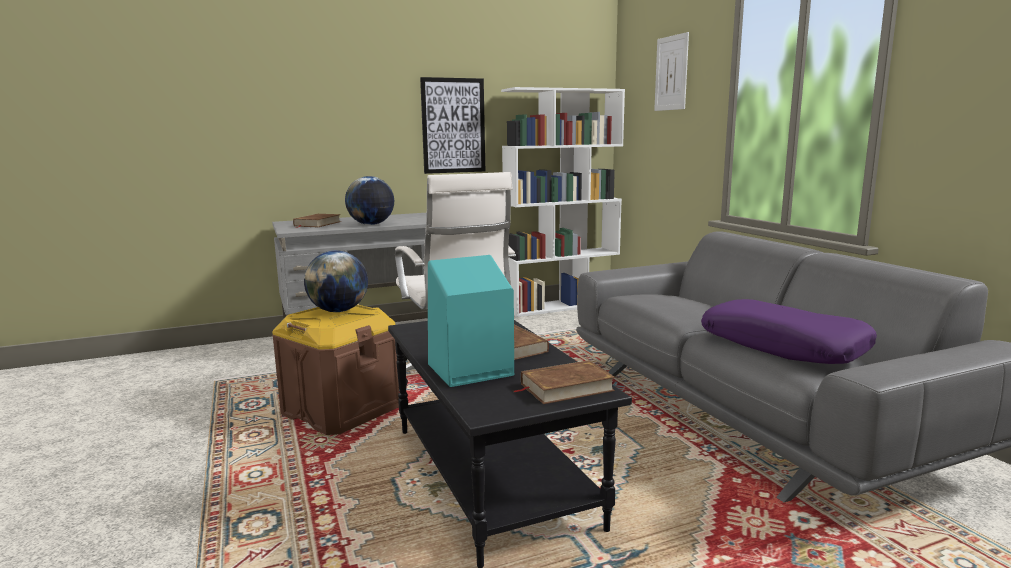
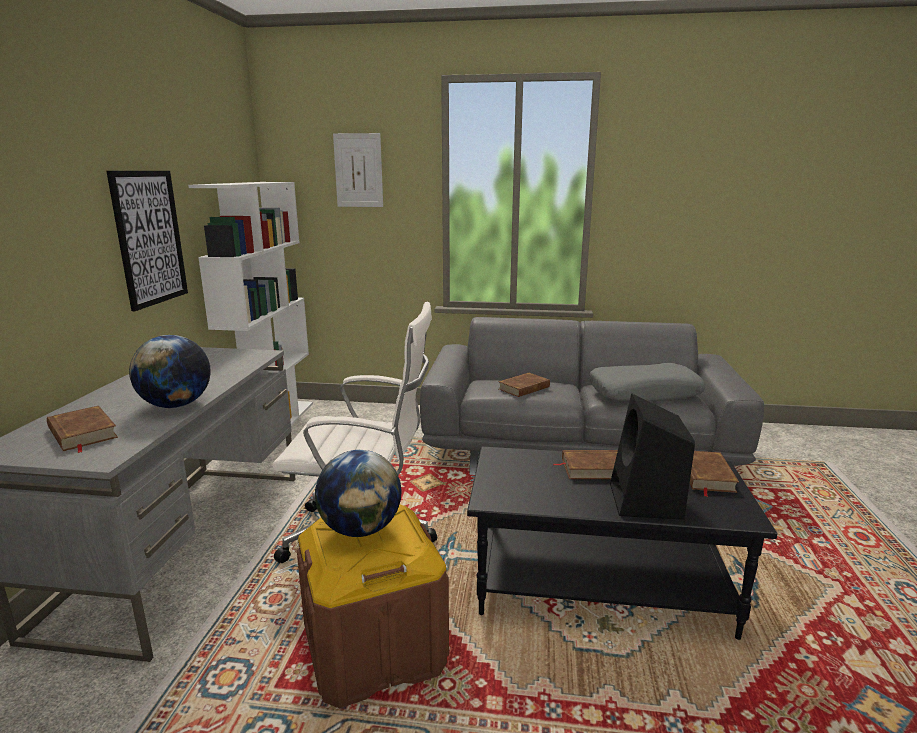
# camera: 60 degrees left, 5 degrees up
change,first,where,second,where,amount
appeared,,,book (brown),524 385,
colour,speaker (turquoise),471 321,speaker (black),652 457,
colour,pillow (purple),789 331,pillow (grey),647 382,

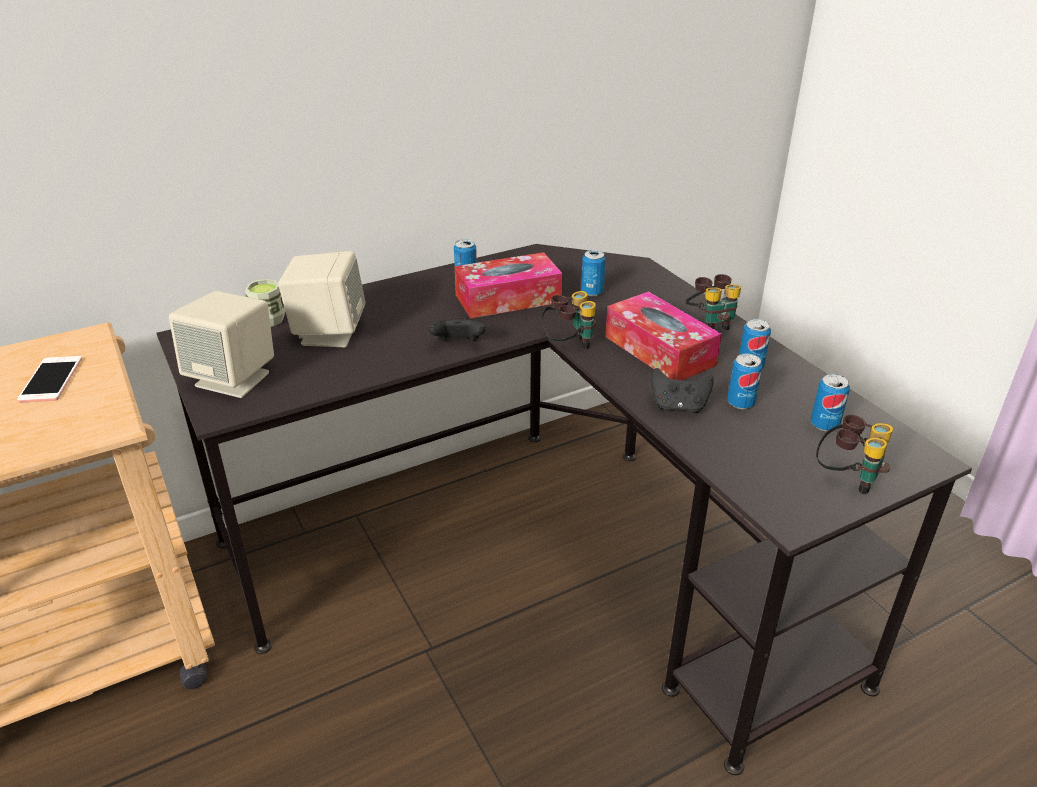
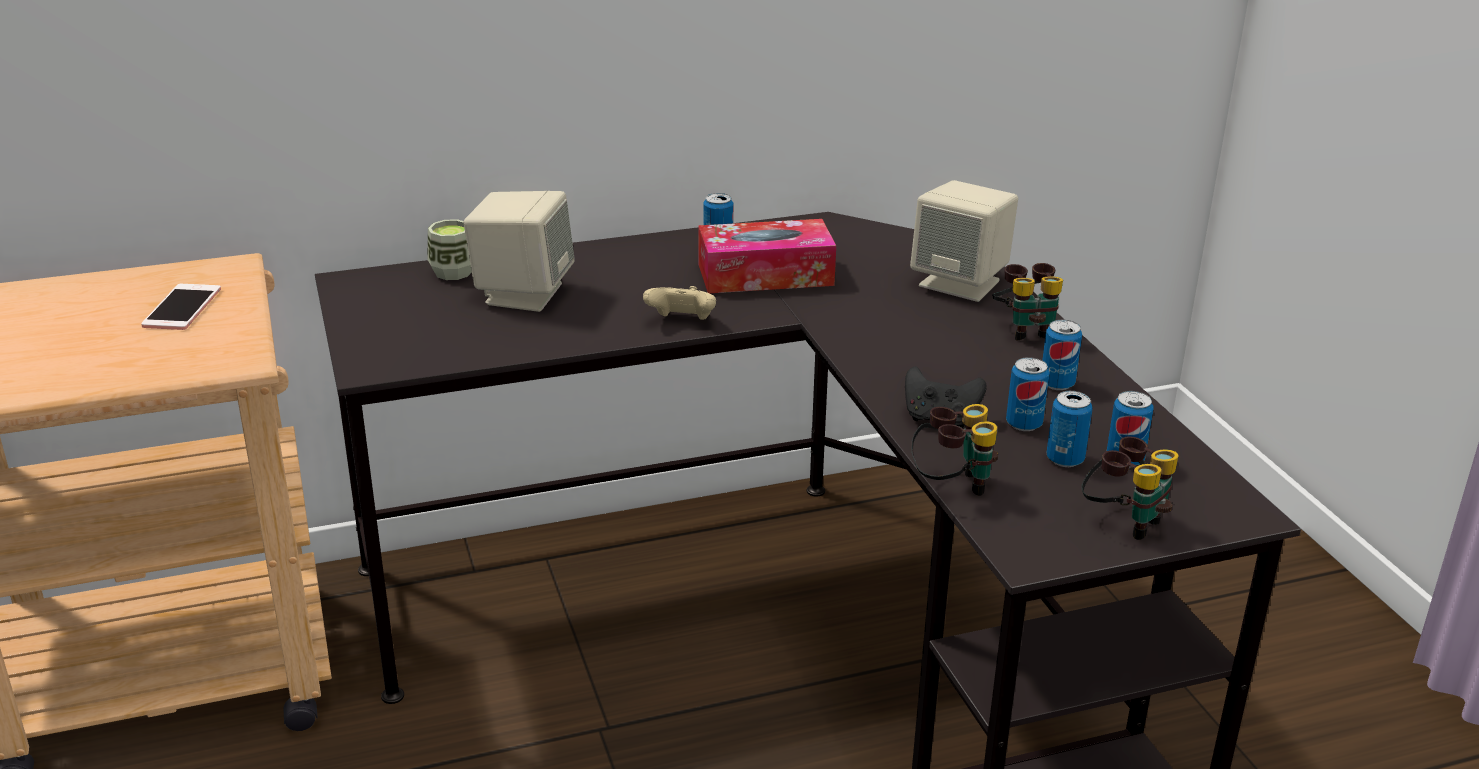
# camera: 10 degrees right, 5 degrees down
change,first,where,second,where,amount
missing,tissue box,663 336,,,
relocated,speaker (beige),221 344,,964 241,
relocated,binoculars,568 320,,954 450,
relocated,can,593 273,,1069 429,
colour,game controller (black),457 329,game controller (beige),679 303,

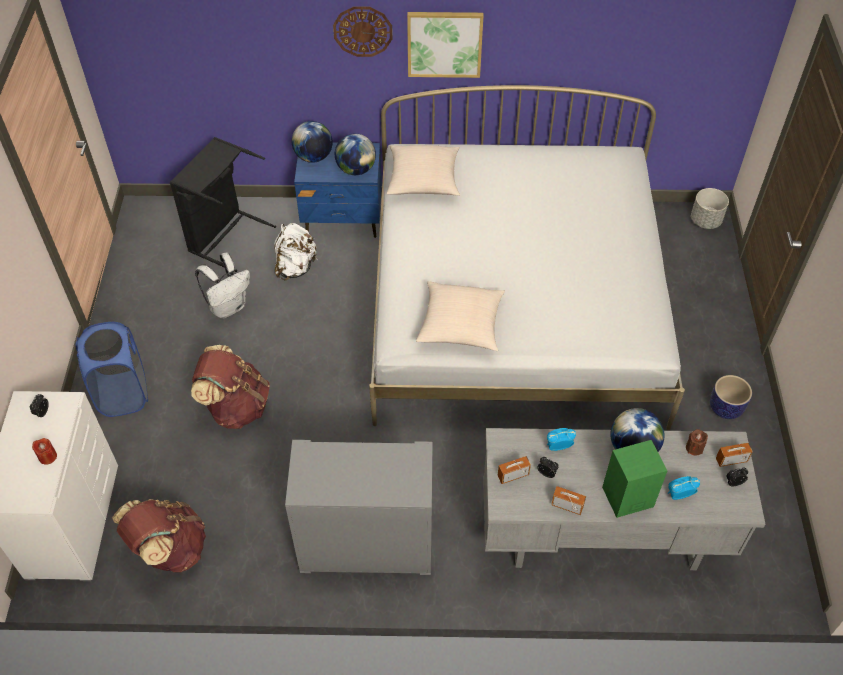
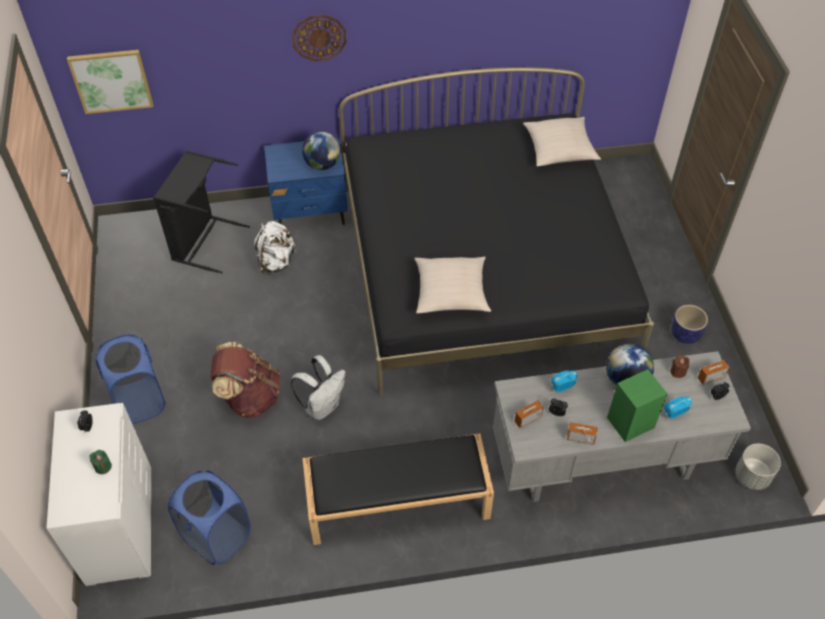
# camera: 10 degrees left, 0 degrees up
change,first,where,second,where,amount
missing,globe,312 142,,,
relocated,backpack (white),222 286,,318 387,
relocated,pillow (beige),423 170,,562 141,
relocated,picture,445 45,,110 82,
relocated,planter (grey),710 208,,758 467,
exchanged,backpack (brown),159 536,laundry basket (blue),209 517,
exchanged,dresser (grey),359 507,bench (black),398 489,
colour,candle (red),44 451,candle (green),101 462,
colour,bed (white),527 257,bed (black),496 231,

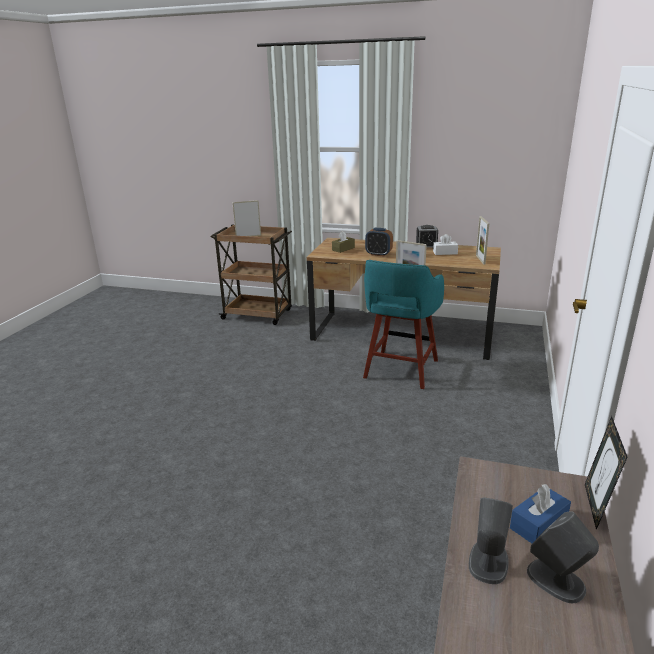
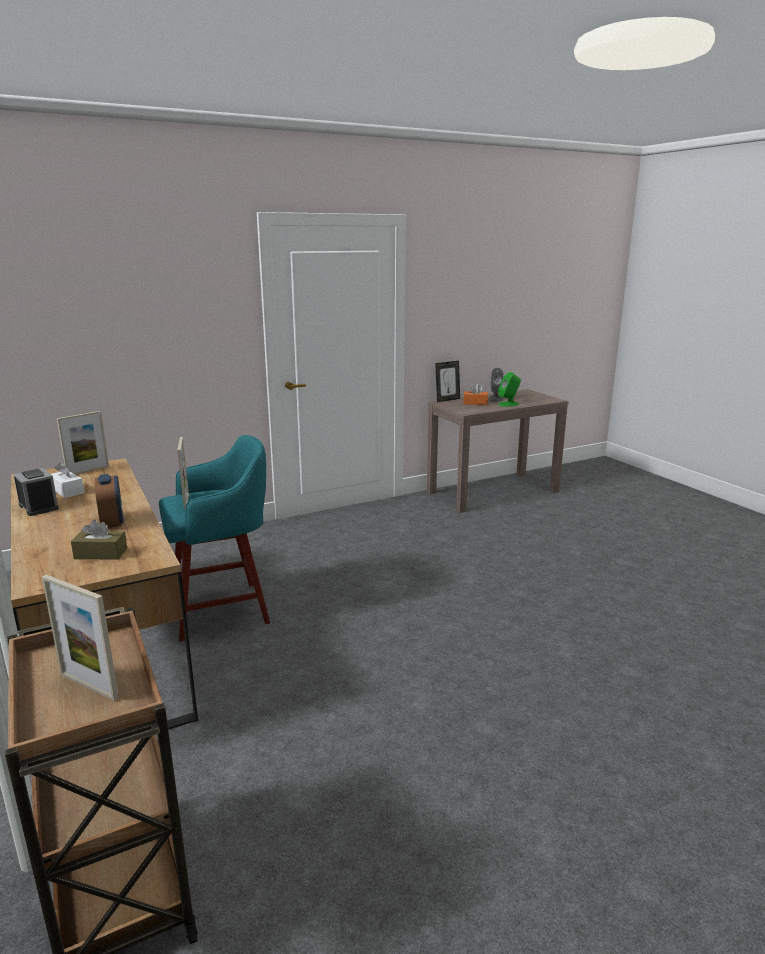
# camera: 135 degrees left, 5 degrees down
change,first,where,second,where,amount
colour,speaker (grey),491 541,speaker (green),509 389,
colour,tissue box (blue),540 513,tissue box (orange),475 394,

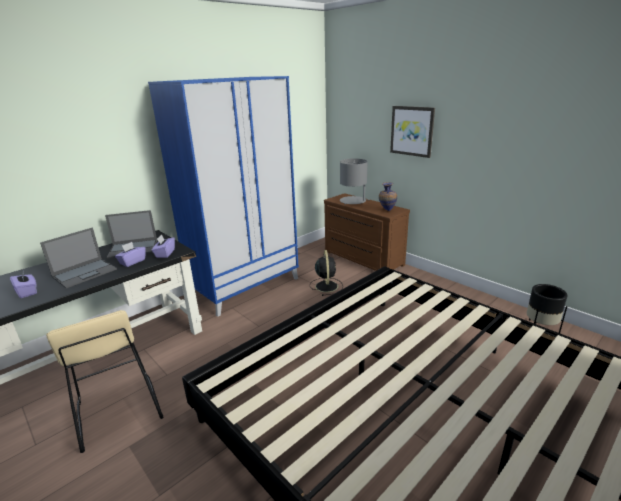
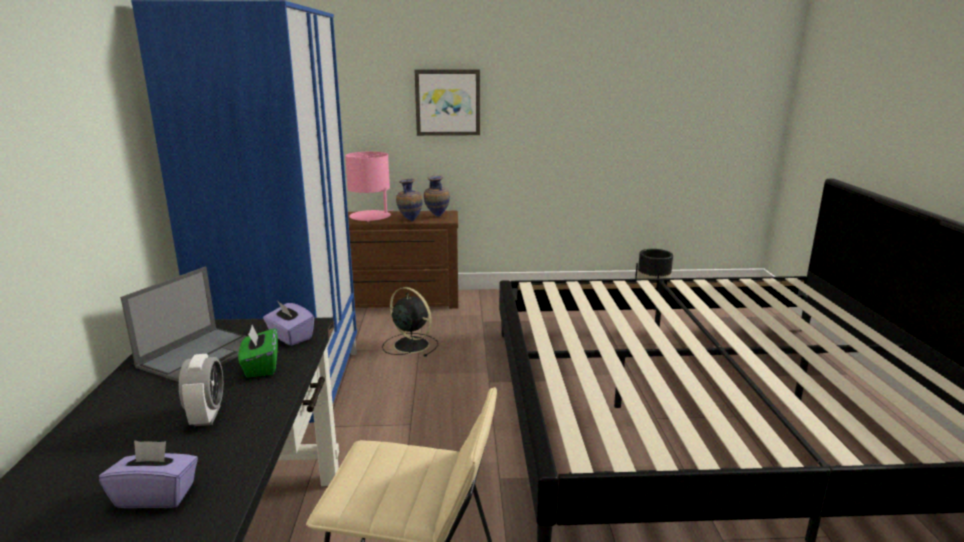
# camera: 50 degrees left, 5 degrees down
change,first,where,second,where,amount
appeared,,,vase,409 200,
exchanged,laptop,78 257,alarm clock,201 390,
colour,tissue box (purple),130 254,tissue box (green),258 351,
colour,table lamp (grey),354 181,table lamp (pink),369 187,

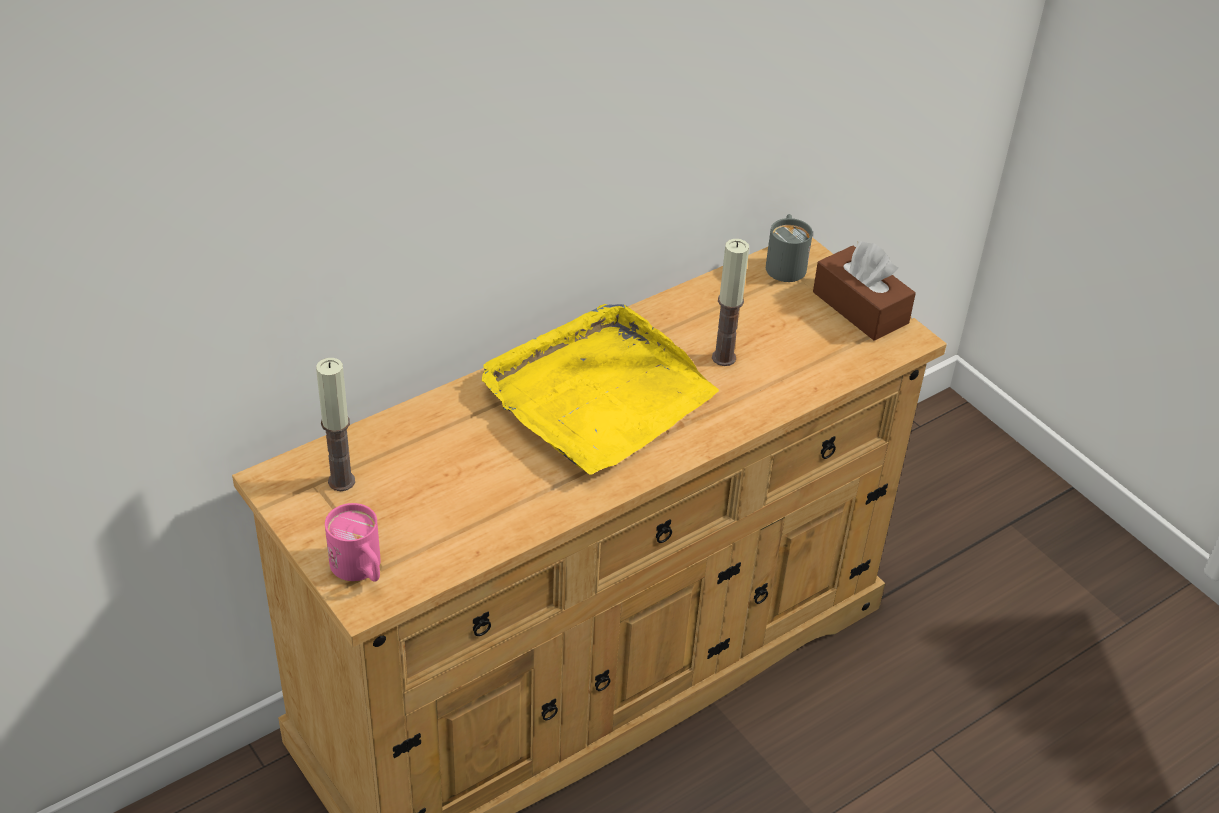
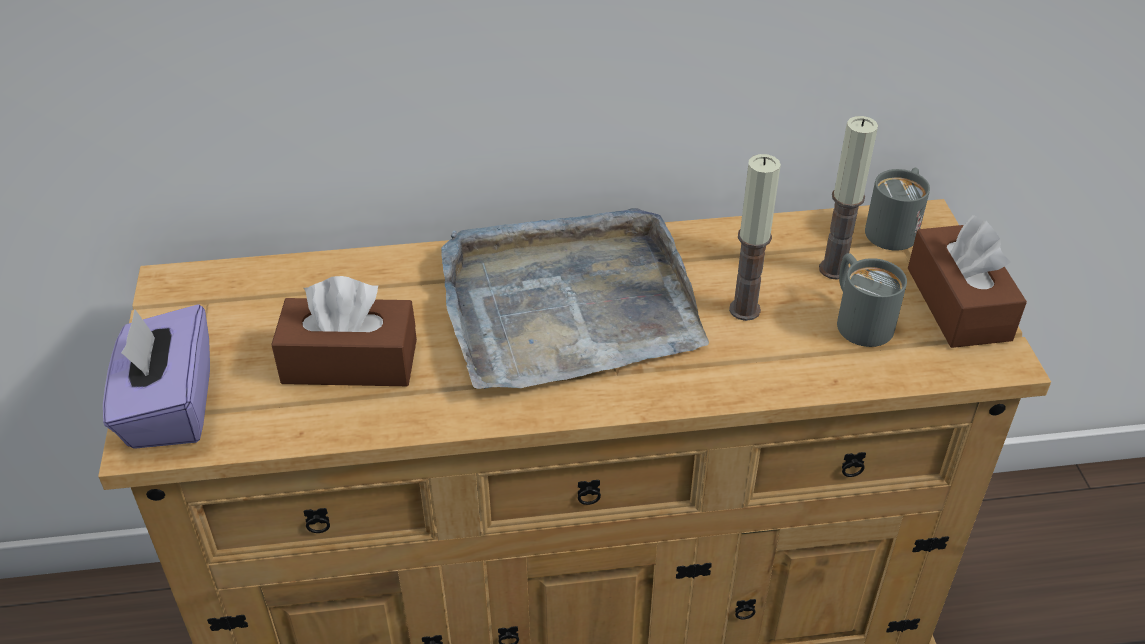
# camera: 30 degrees right, 0 degrees up
change,first,where,second,where,amount
appeared,,,tissue box (brown),344 331,
appeared,,,mug (grey),872 300,
relocated,candle,335 424,,848 198,
exchanged,mug (pink),353 542,tissue box (purple),156 376,
colour,tray (yellow),600 389,tray (grey),575 298,

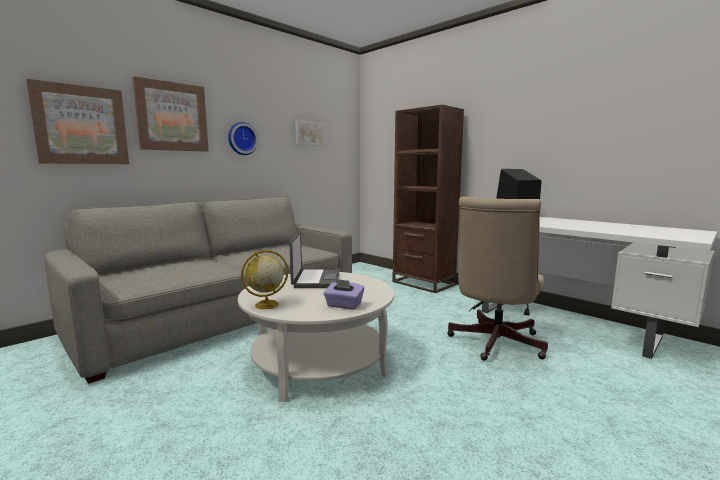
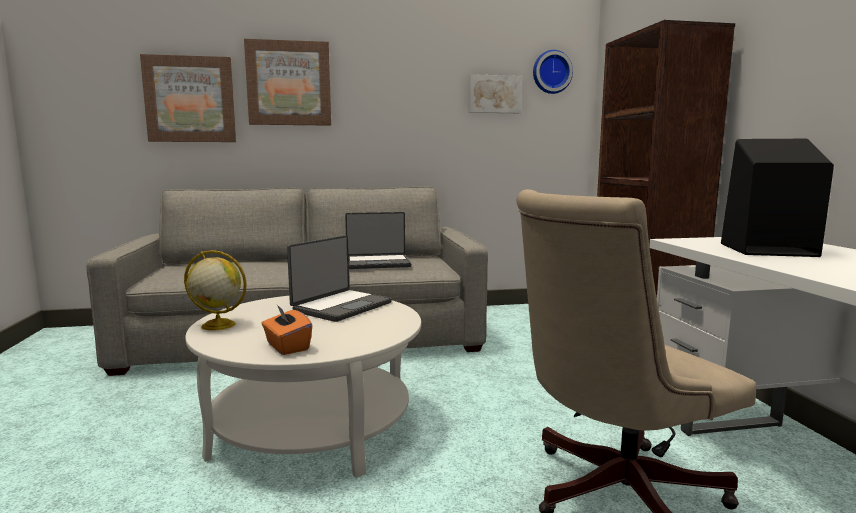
# camera: 35 degrees right, 0 degrees up
change,first,where,second,where,amount
appeared,,,laptop,378 240,
relocated,wall clock,243 138,,553 72,
colour,tissue box (purple),344 294,tissue box (orange),287 330,

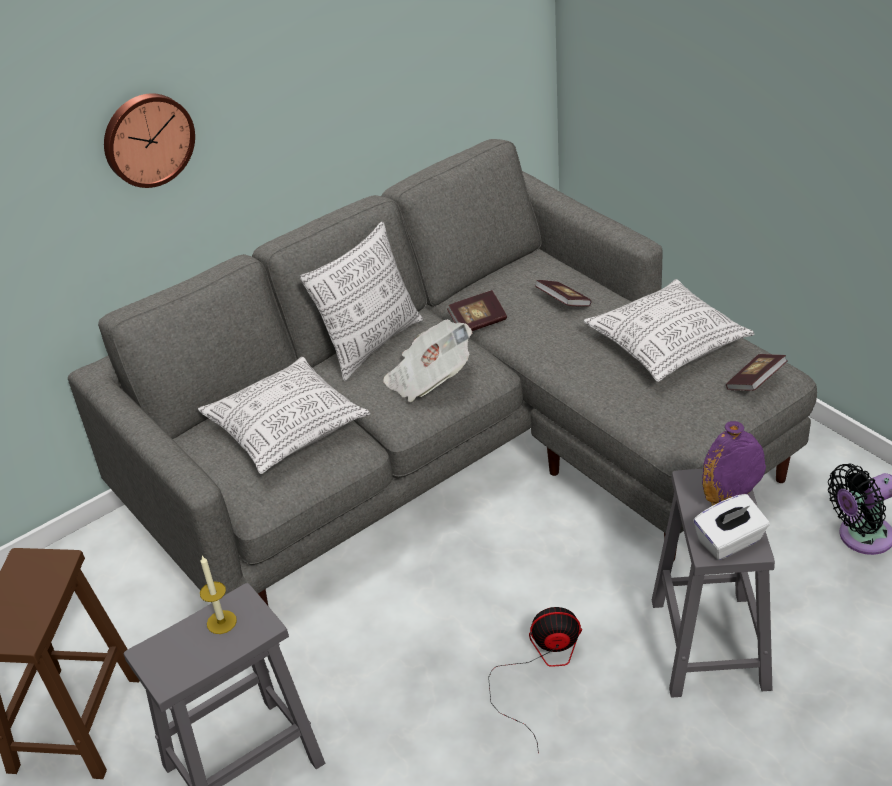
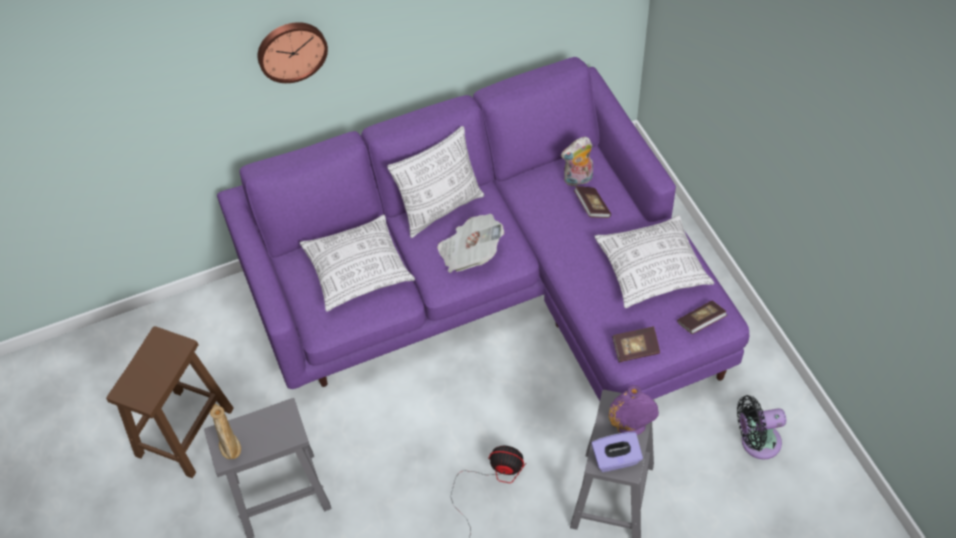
# camera: 15 degrees right, 15 degrees up
change,first,where,second,where,amount
missing,candle,218 595,,,
appeared,,,vase (beige),225 431,
appeared,,,plush toy,577 161,
relocated,book,477 310,,636 344,
colour,sofa (grey),442 372,sofa (purple),483 229,
colour,tissue box (white),732 527,tissue box (purple),617 452,

